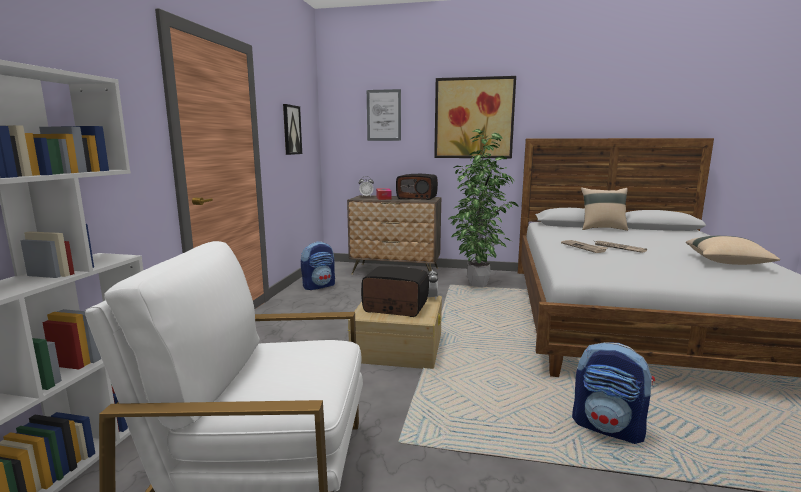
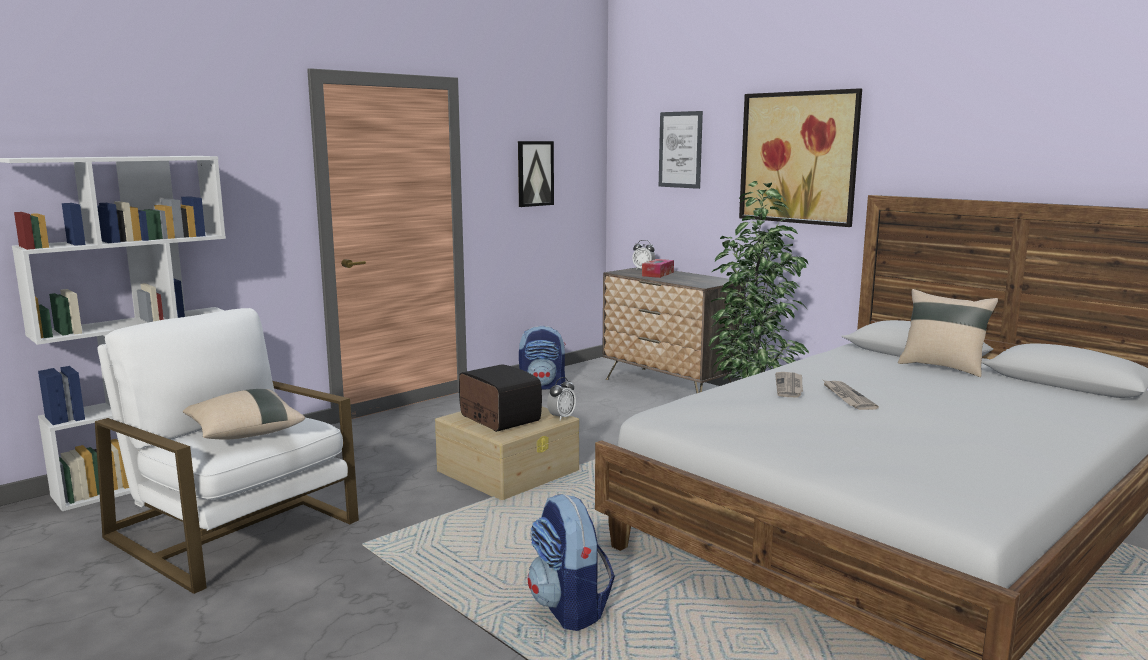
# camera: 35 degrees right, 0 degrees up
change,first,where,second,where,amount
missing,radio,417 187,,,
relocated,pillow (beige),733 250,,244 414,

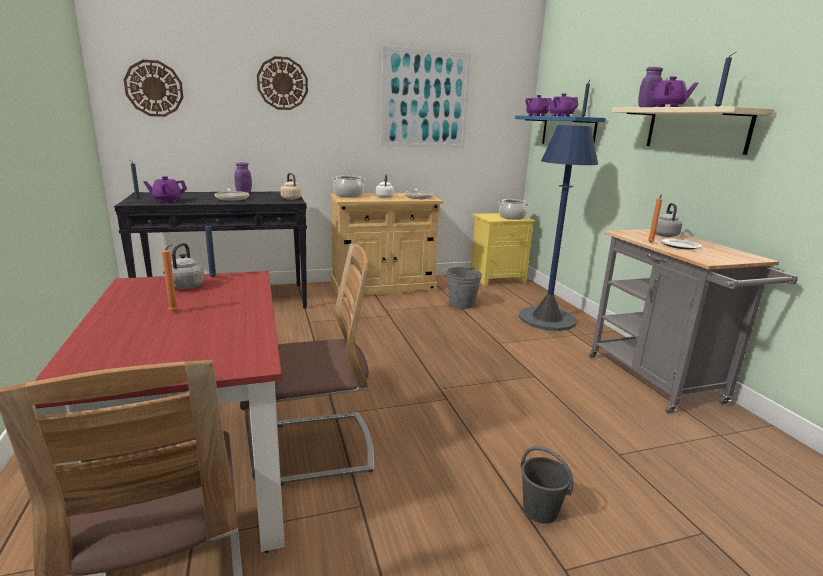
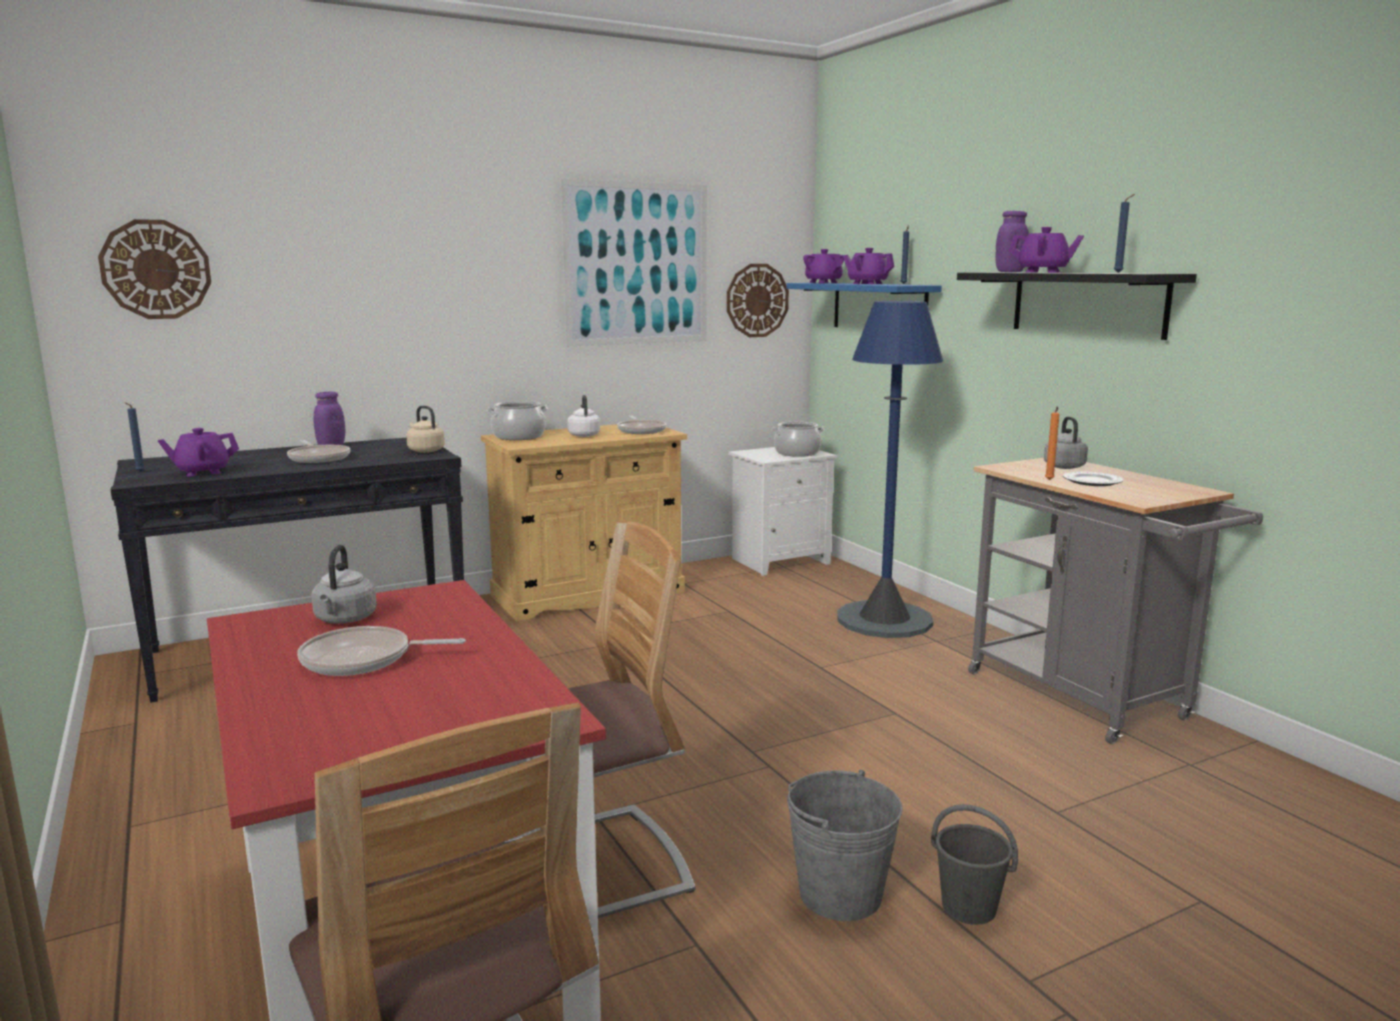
# camera: 10 degrees left, 5 degrees down
change,first,where,second,where,amount
missing,candle (blue),211 249,,,
relocated,wall clock,282 83,,758 300,
relocated,bucket (grey),464 288,,845 845,
exchanged,candle (orange),170 278,frying pan,381 651,
colour,nightstand (yellow),503 249,nightstand (white),782 511,
colour,shelf (beige),692 130,shelf (black),1077 306,

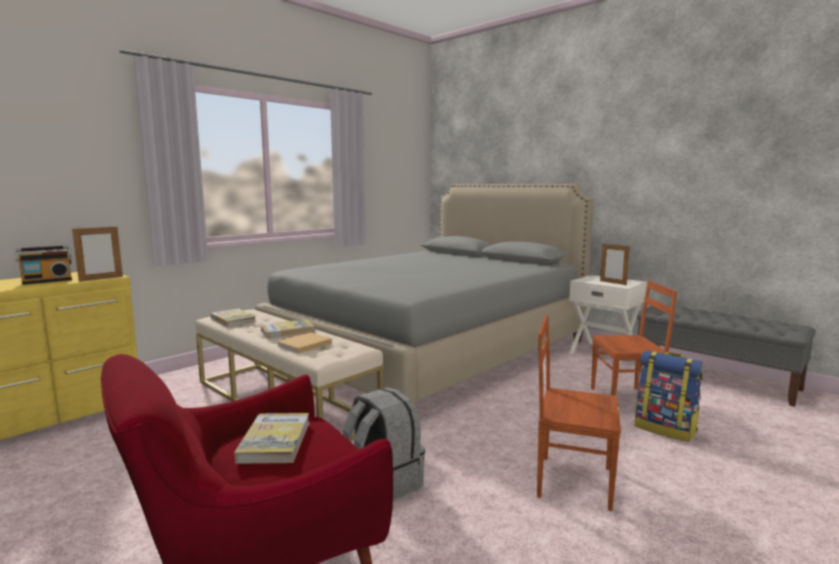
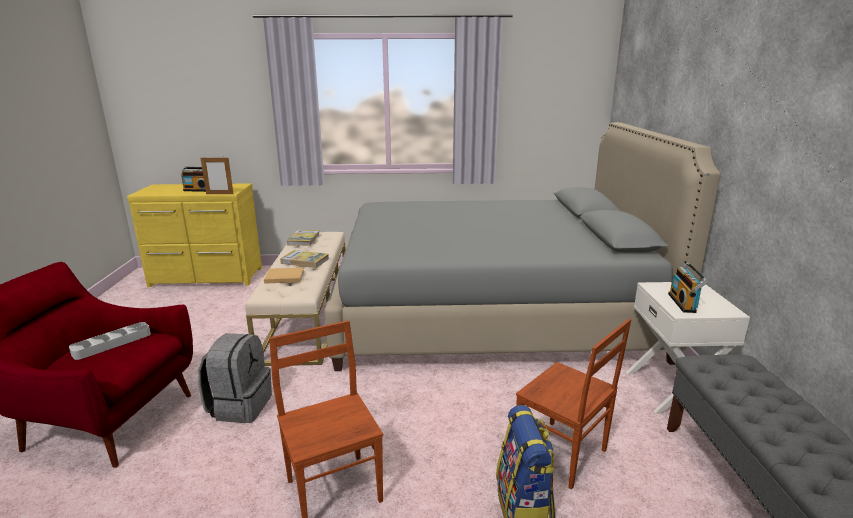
# camera: 45 degrees right, 10 degrees up
change,first,where,second,where,amount
exchanged,book,272 438,tray (grey),110 341,
exchanged,picture frame,615 264,radio,688 287,

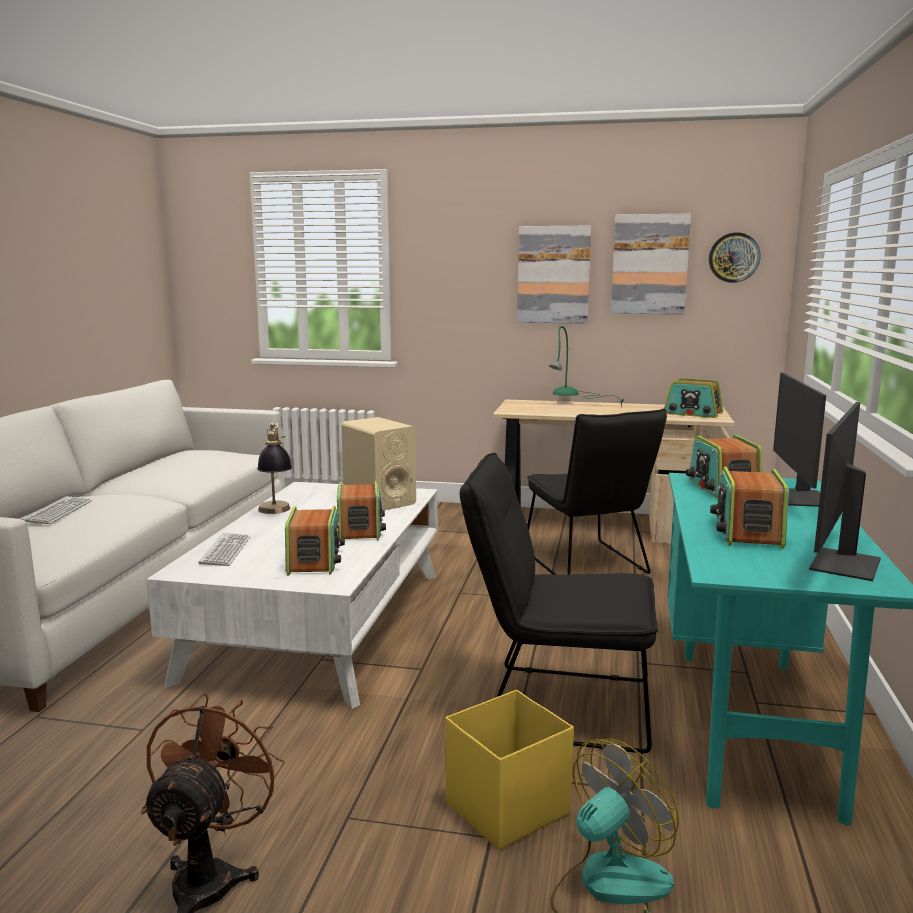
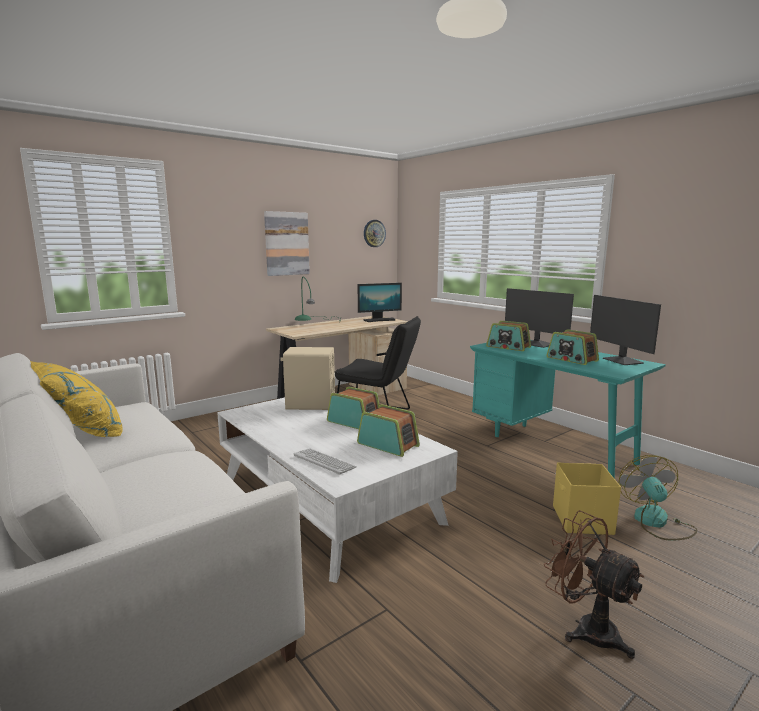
# camera: 50 degrees left, 0 degrees up
change,first,where,second,where,amount
missing,keyboard,57 510,,,
missing,table lamp,274 468,,,
missing,chair (black),559 603,,,
missing,picture,651 264,,,
appeared,,,pillow (yellow),76 399,
exchanged,radio,693 398,monitor,380 302,

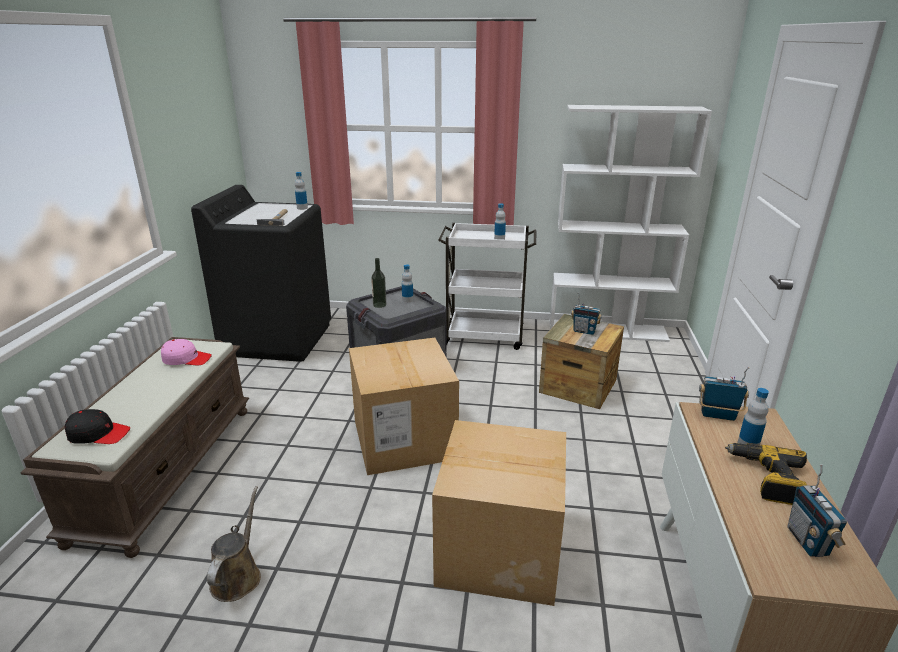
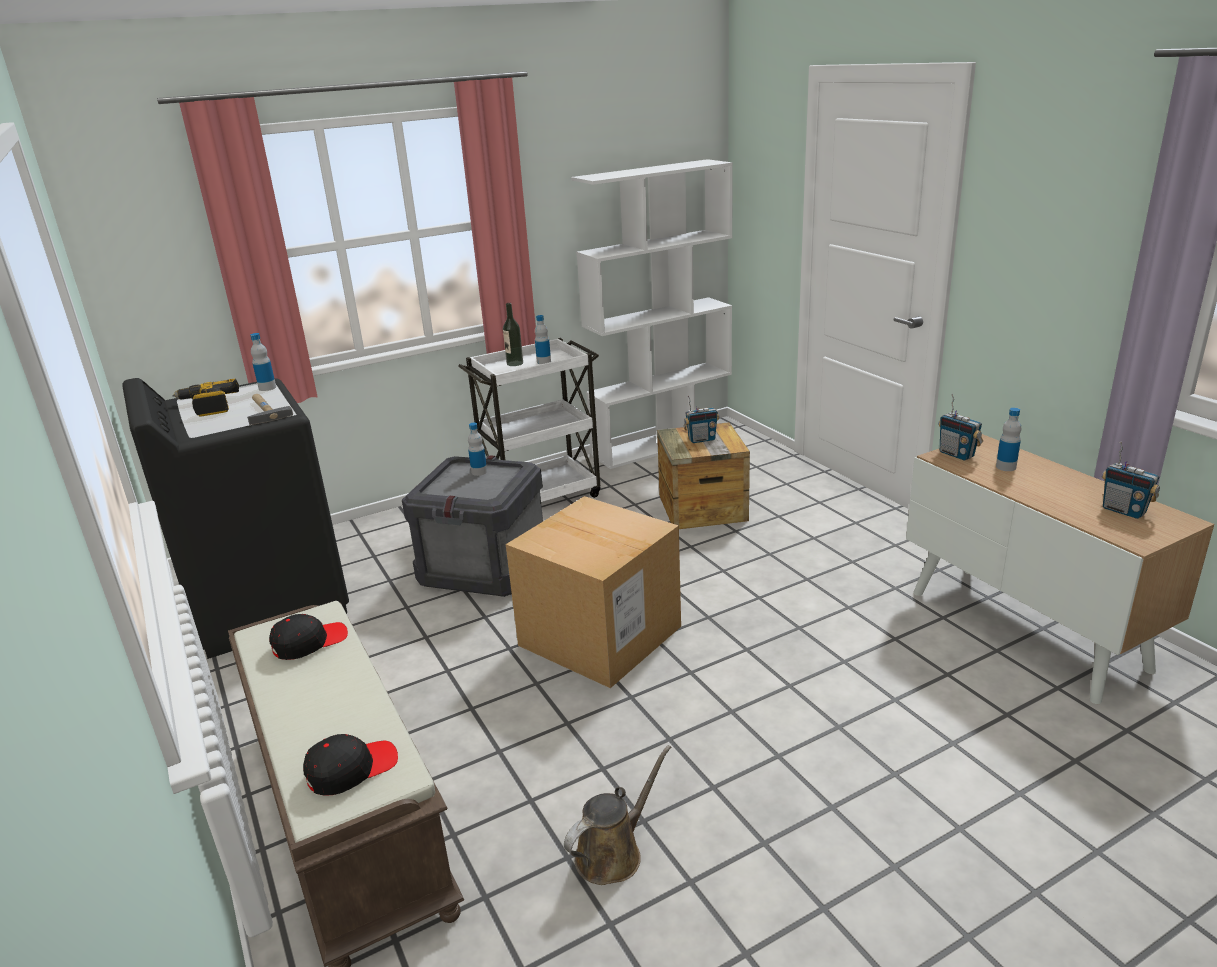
# camera: 35 degrees left, 0 degrees up
change,first,where,second,where,amount
missing,cardboard box,499 513,,,
relocated,bottle,378 283,,513 334,
relocated,power drill,766 474,,206 397,
colour,cap (pink),186 352,cap (black),308 637,
spun,watering can (brown),234 544,,617 815,75 degrees clockwise
spun,radio,724 394,,961 427,105 degrees counterclockwise

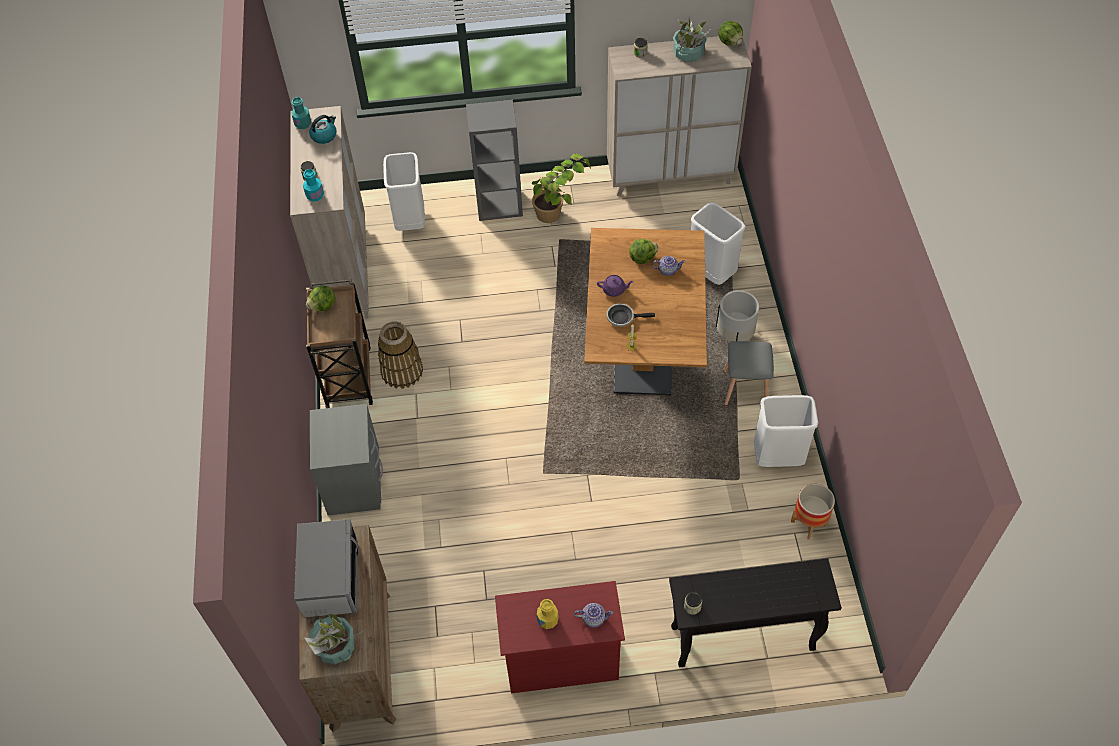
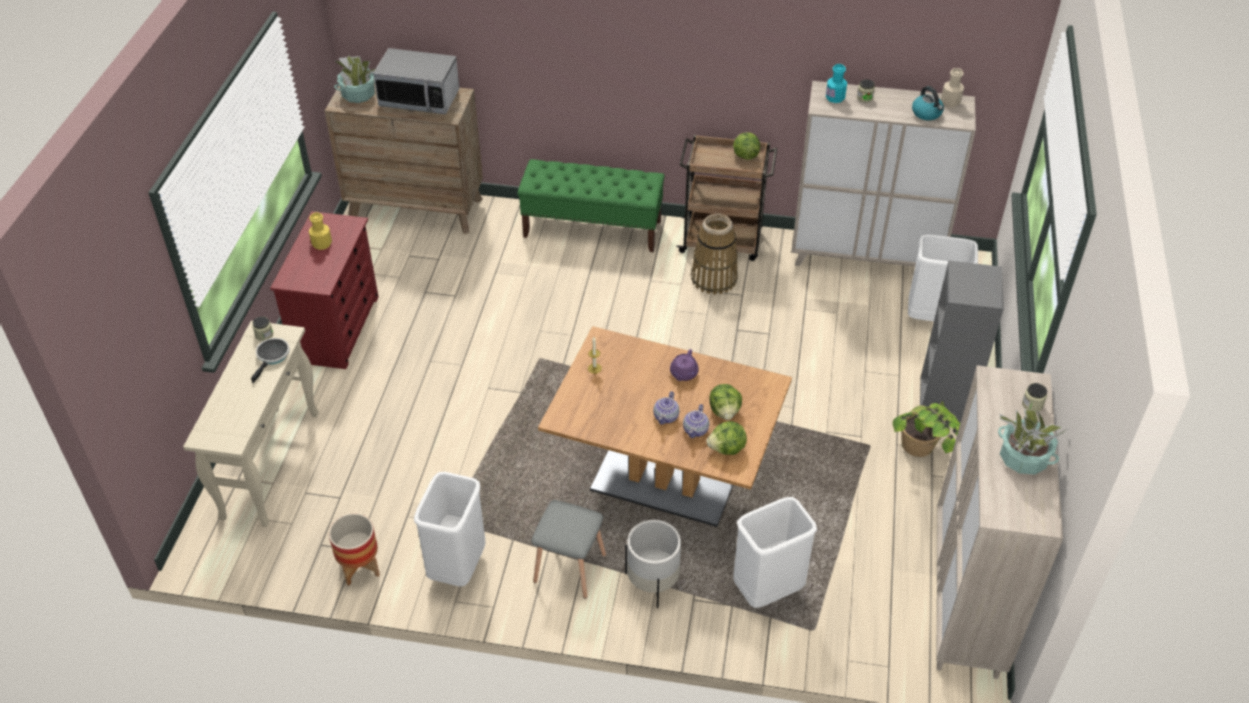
# camera: 105 degrees right, 10 degrees down
change,first,where,second,where,amount
relocated,teapot,594 615,,666 408,
relocated,frying pan,631 315,,270 360,
relocated,lettuce,730 33,,726 438,
exchanged,nightstand (grey),346 460,bench (green),591 205,
colour,bottle (turquoise),301 113,bottle (beige),952 87,
colour,console table (black),755 612,console table (beige),251 424,

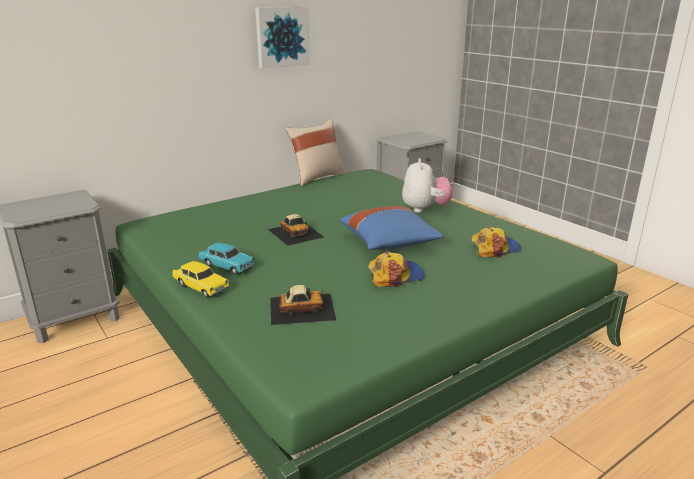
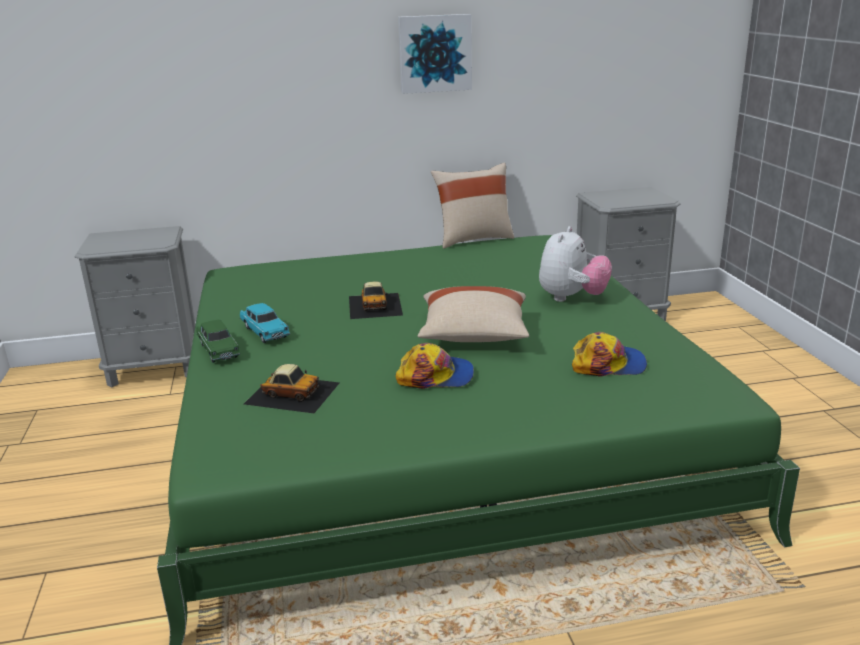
# camera: 25 degrees right, 0 degrees up
change,first,where,second,where,amount
colour,toy car (yellow),201 279,toy car (green),218 341,
colour,pillow (blue),391 228,pillow (beige),473 314,

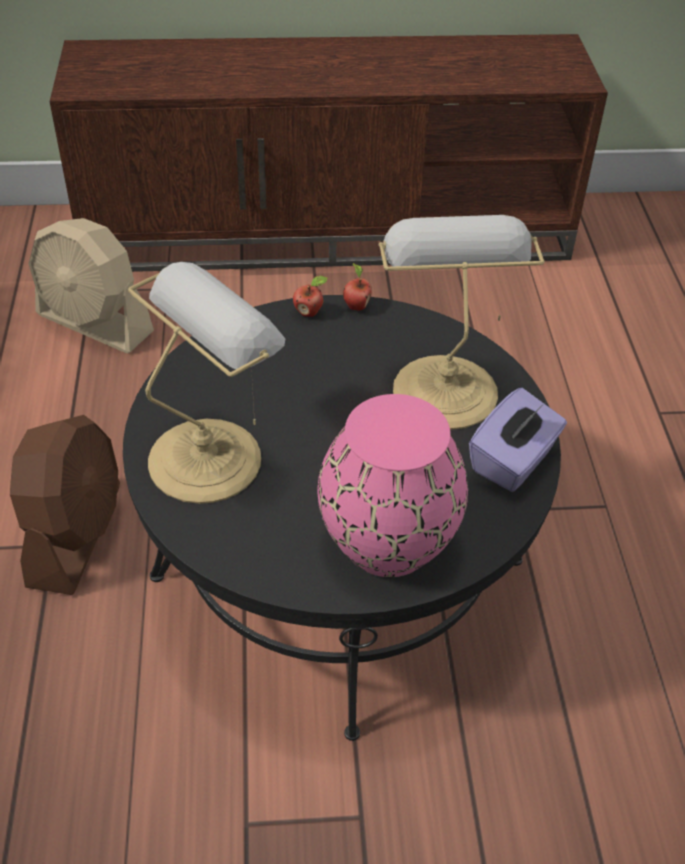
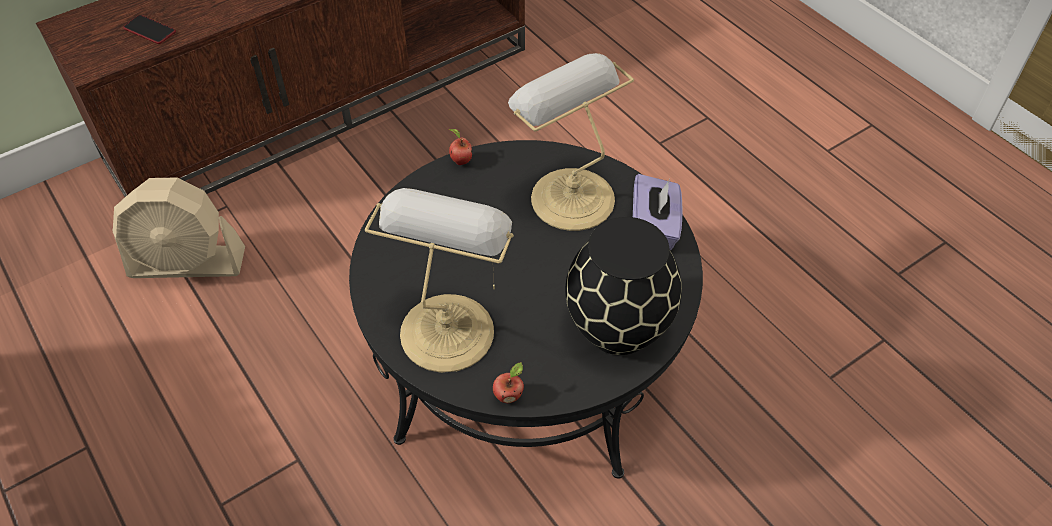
# camera: 30 degrees left, 5 degrees up
change,first,where,second,where,amount
missing,fan (brown),65 505,,,
appeared,,,phone,149 29,
relocated,apple,310 296,,508 382,
colour,vase (pink),392 485,vase (black),623 286,

